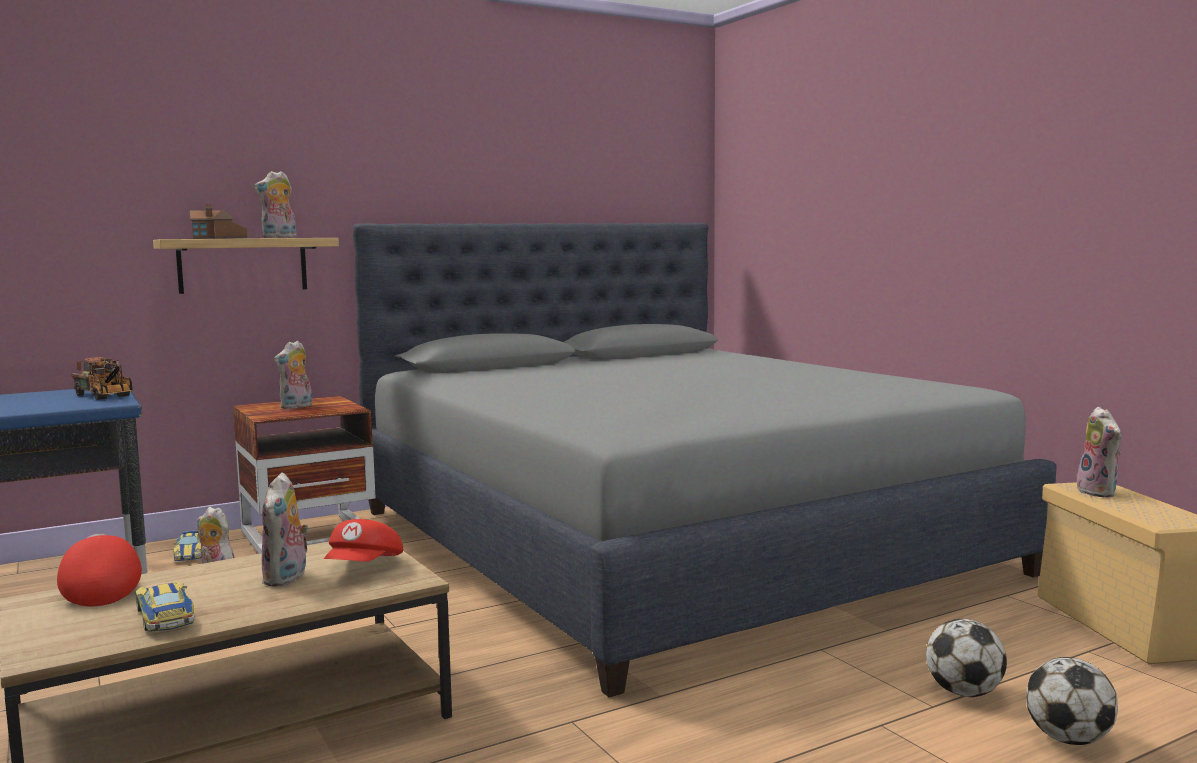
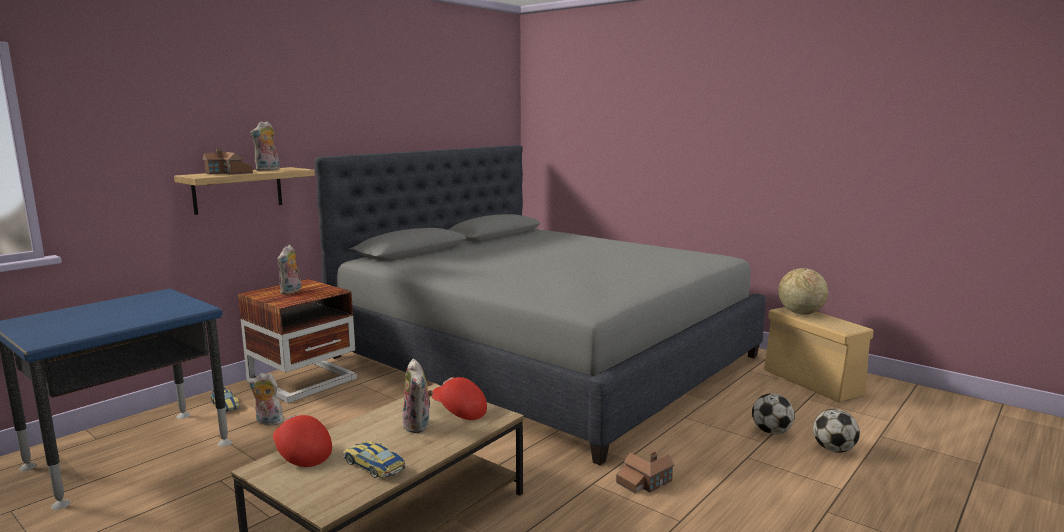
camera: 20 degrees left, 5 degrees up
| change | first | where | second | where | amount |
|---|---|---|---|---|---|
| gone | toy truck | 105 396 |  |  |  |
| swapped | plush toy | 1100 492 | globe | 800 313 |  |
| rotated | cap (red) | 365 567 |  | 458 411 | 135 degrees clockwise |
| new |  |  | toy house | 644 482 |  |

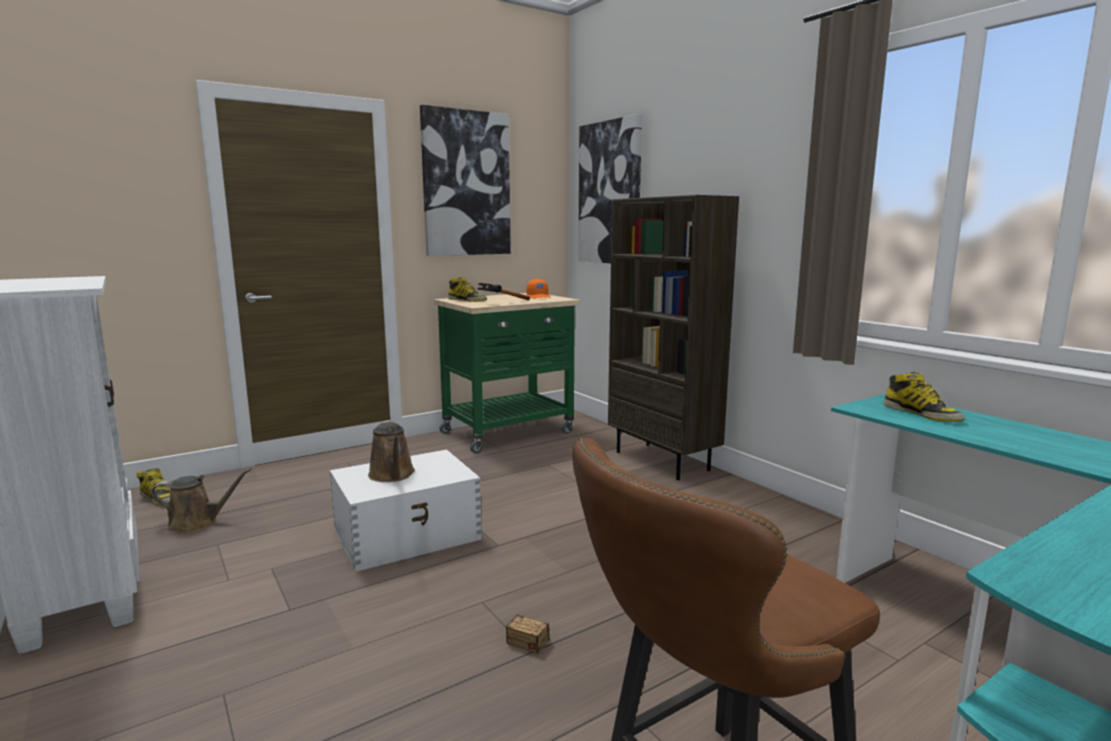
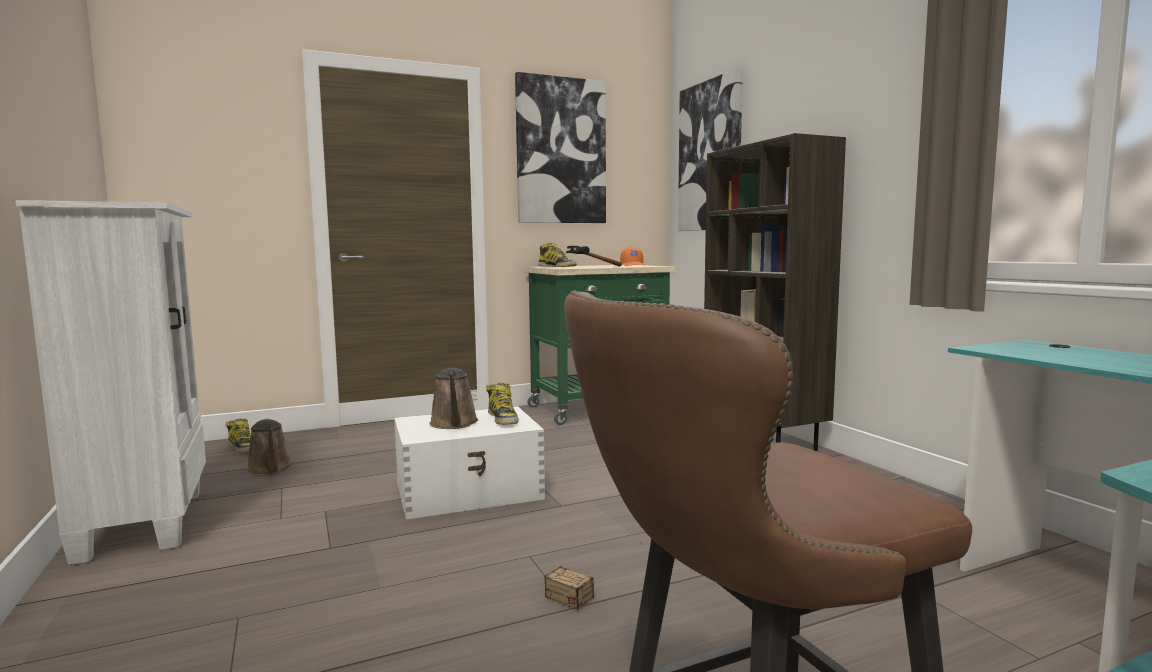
camera: 10 degrees right, 5 degrees down
| change | first | where | second | where | amount |
|---|---|---|---|---|---|
| shifted | boot | 922 414 |  | 503 418 |  |
| rotated | watering can (brown) | 197 523 |  | 270 469 | 60 degrees clockwise |

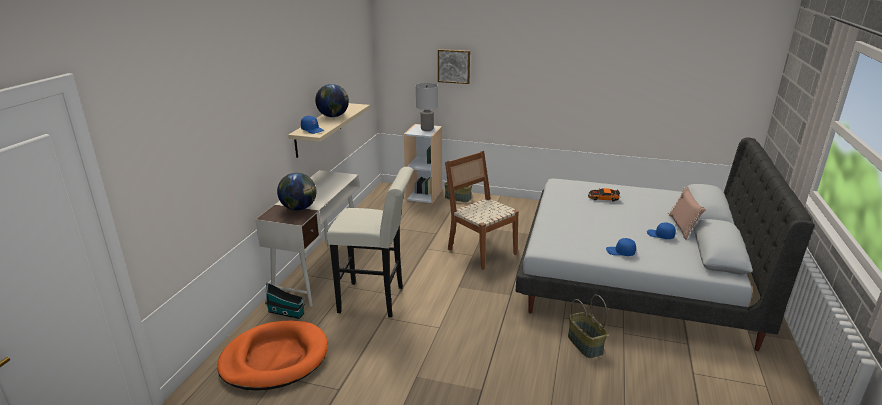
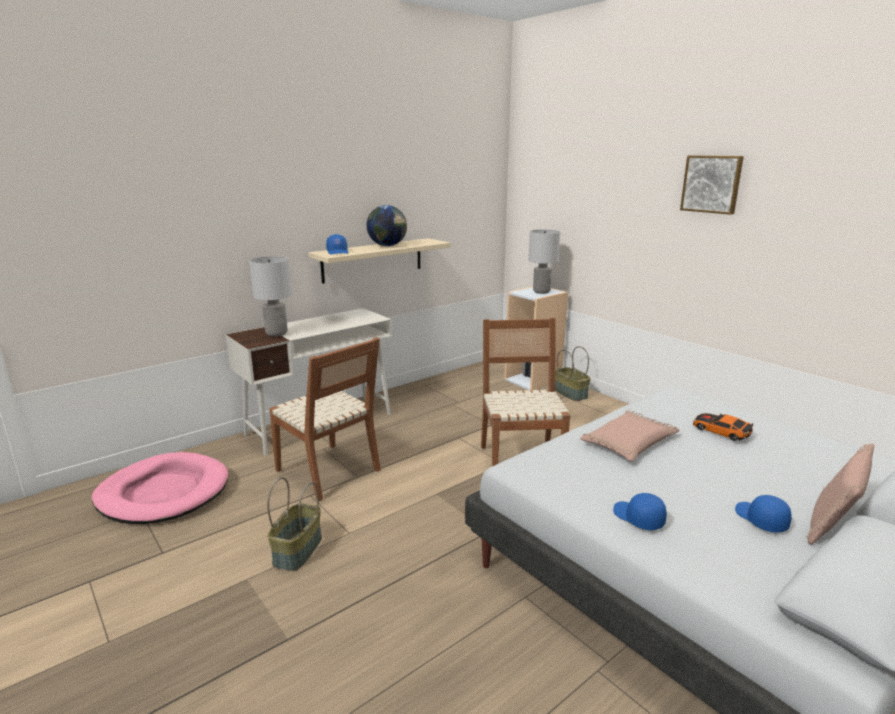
camera: 35 degrees right, 5 degrees down
| change | first | where | second | where | amount |
|---|---|---|---|---|---|
| shifted | picture | 454 66 |  | 712 184 |  |
| swapped | stool (white) | 376 300 | chair | 330 473 |  |
| swapped | globe | 299 208 | table lamp (grey) | 277 334 |  |
| gone | toy house | 287 313 |  |  |  |
| shifted | basket | 585 344 |  | 298 551 |  |
| repainted | dog bed (orange) | 275 359 | dog bed (pink) | 163 493 |  |
| new |  |  | pillow (beige) | 629 441 |  |

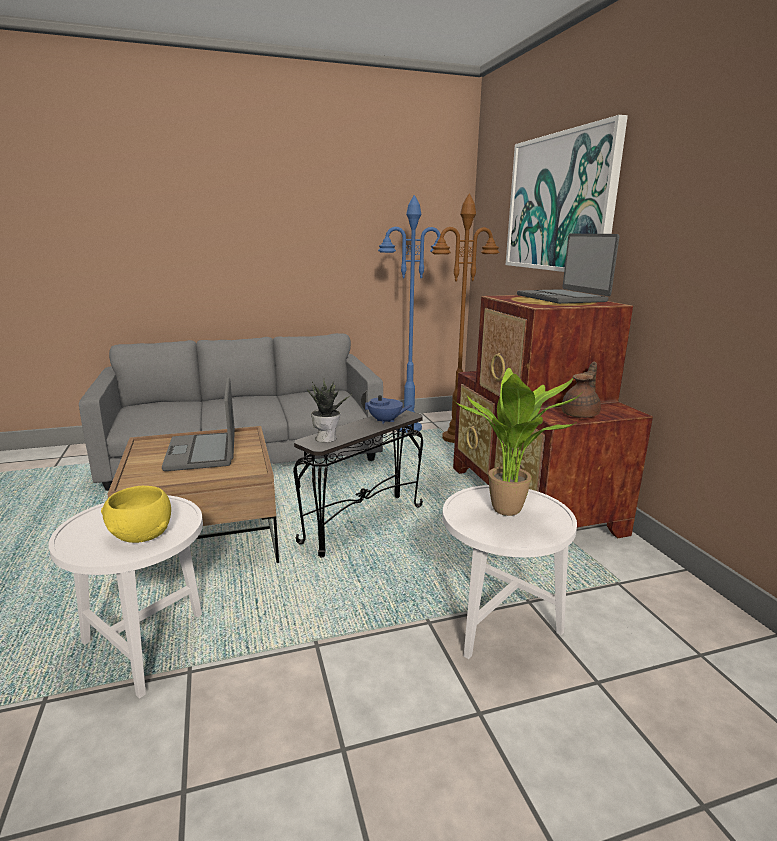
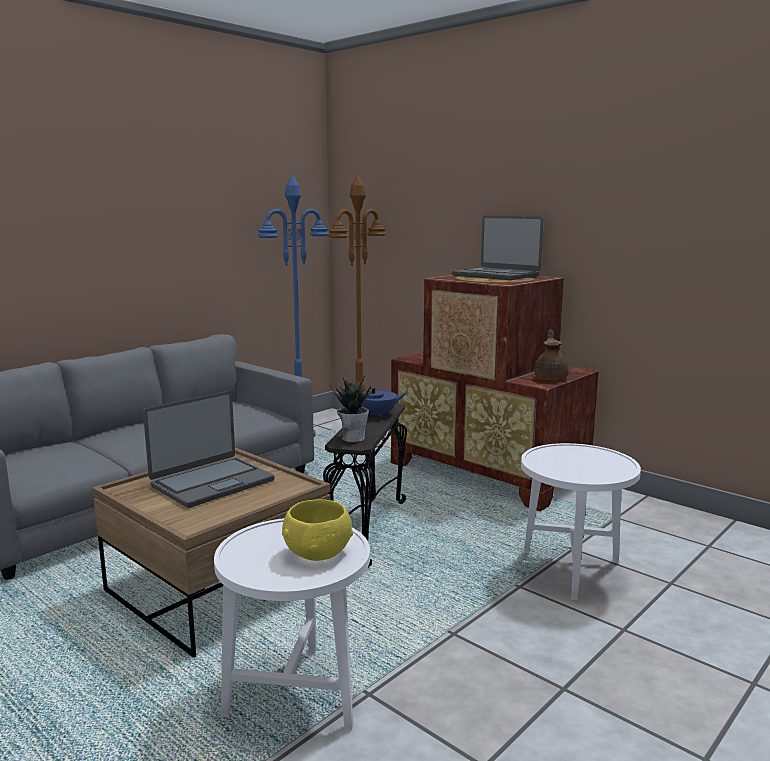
camera: 30 degrees left, 5 degrees down
| change | first | where | second | where | amount |
|---|---|---|---|---|---|
| gone | picture | 559 203 |  |  |  |
| gone | potted plant | 511 512 |  |  |  |
| rotated | laptop | 202 452 |  | 212 483 | 90 degrees counterclockwise |

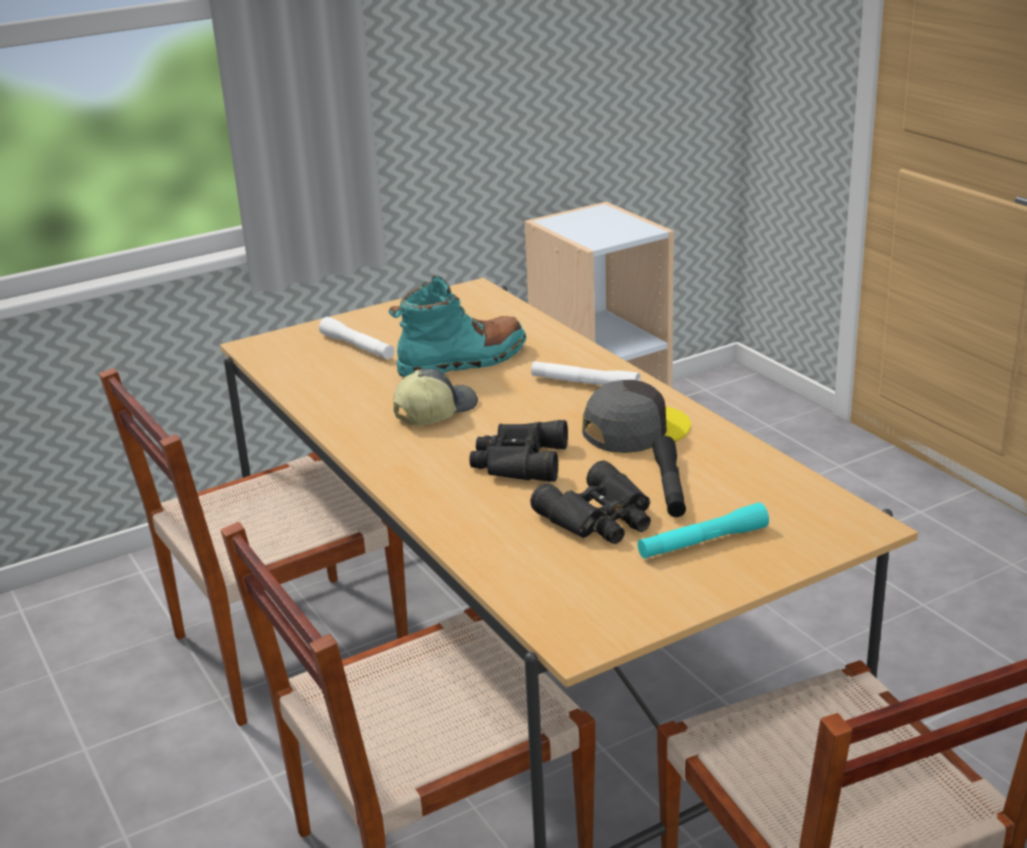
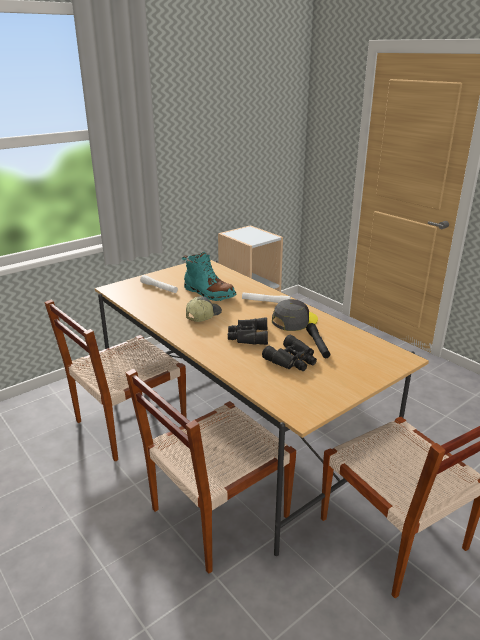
camera: 10 degrees left, 0 degrees up
| change | first | where | second | where | amount |
|---|---|---|---|---|---|
| rotated | boot (turquoise) | 463 362 |  | 209 293 | 75 degrees clockwise |
| gone | flashlight (turquoise) | 702 542 |  |  |  |

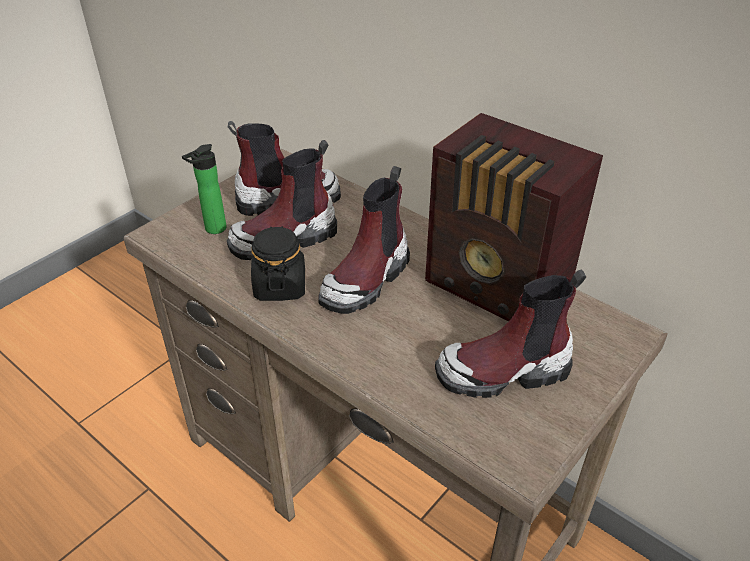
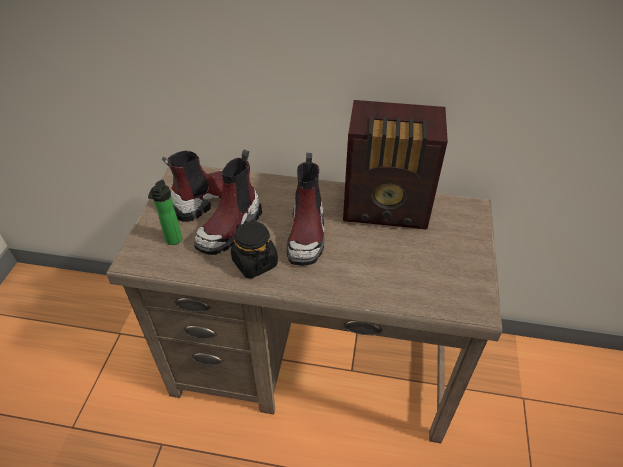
camera: 30 degrees left, 5 degrees up
| change | first | where | second | where | amount |
|---|---|---|---|---|---|
| gone | boot | 504 372 |  |  |  |

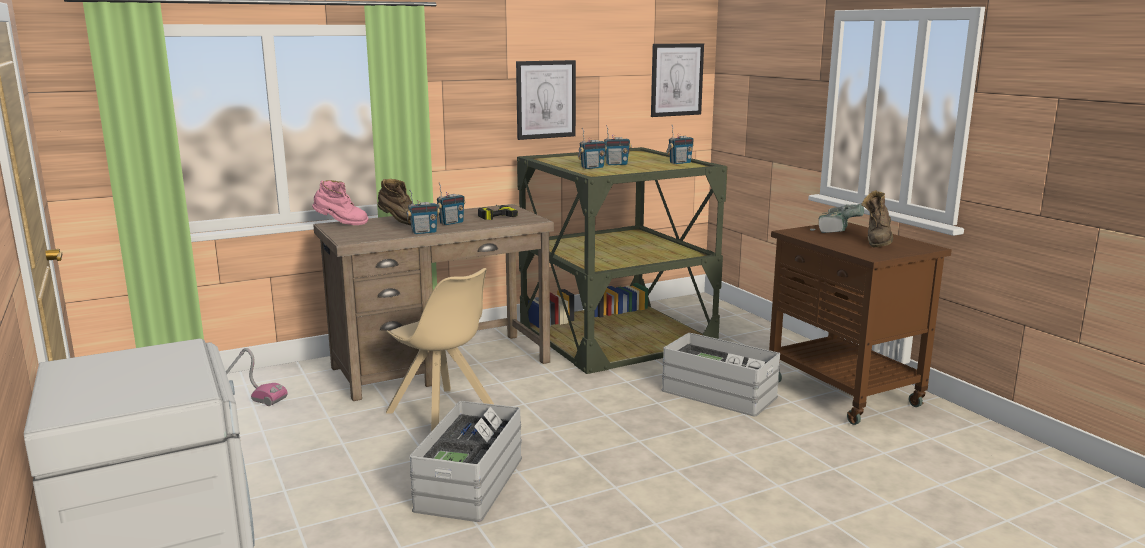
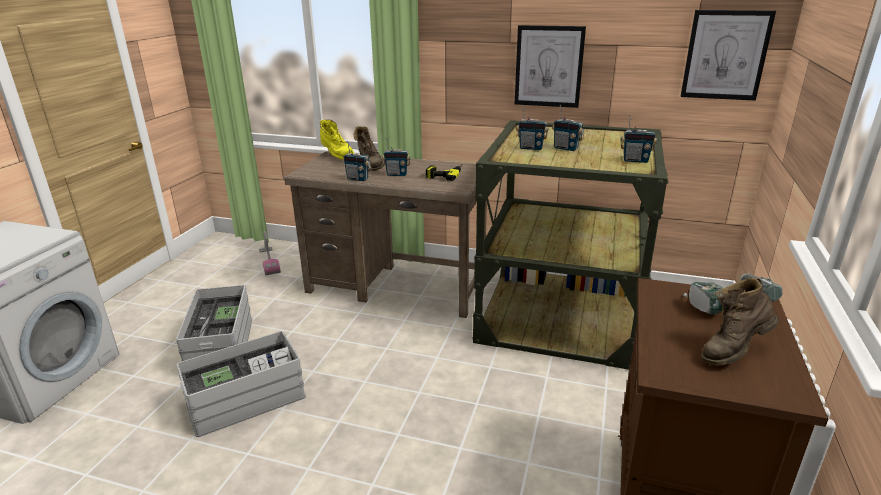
camera: 45 degrees right, 10 degrees up
| change | first | where | second | where | amount |
|---|---|---|---|---|---|
| repainted | boot (pink) | 341 224 | boot (yellow) | 336 156 |  |
| gone | chair (beige) | 442 413 |  |  |  |
| shifted | storage box (grey) | 719 393 |  | 222 345 |  |

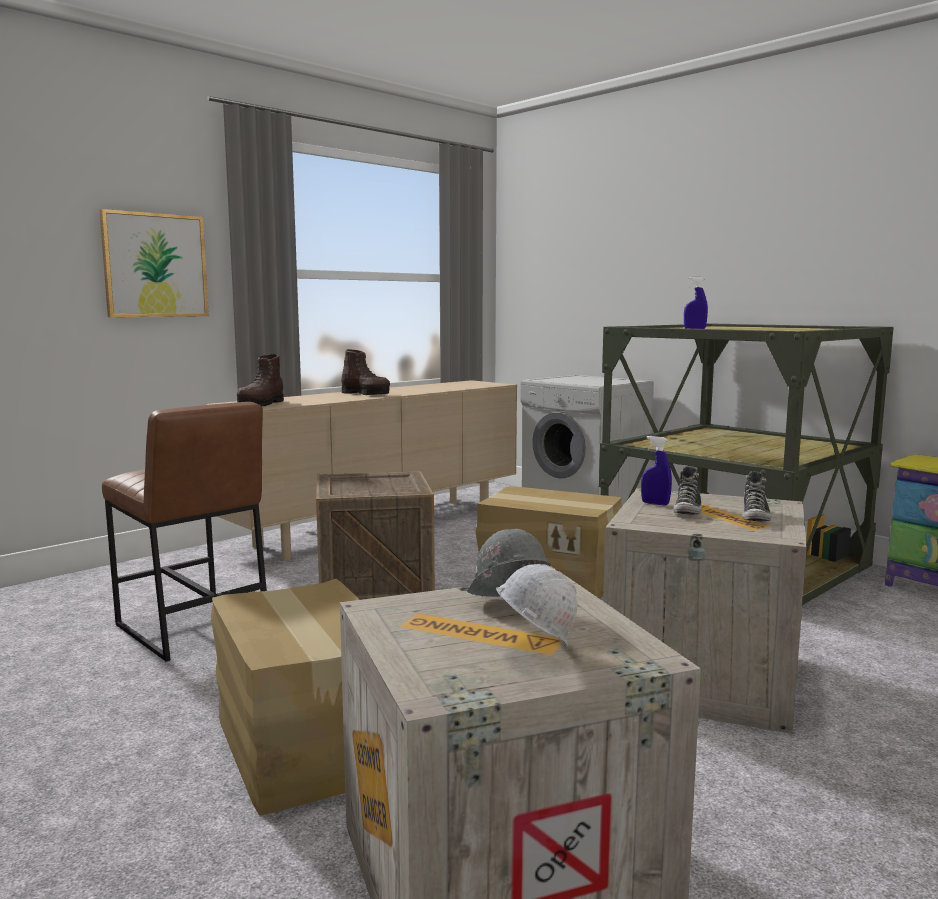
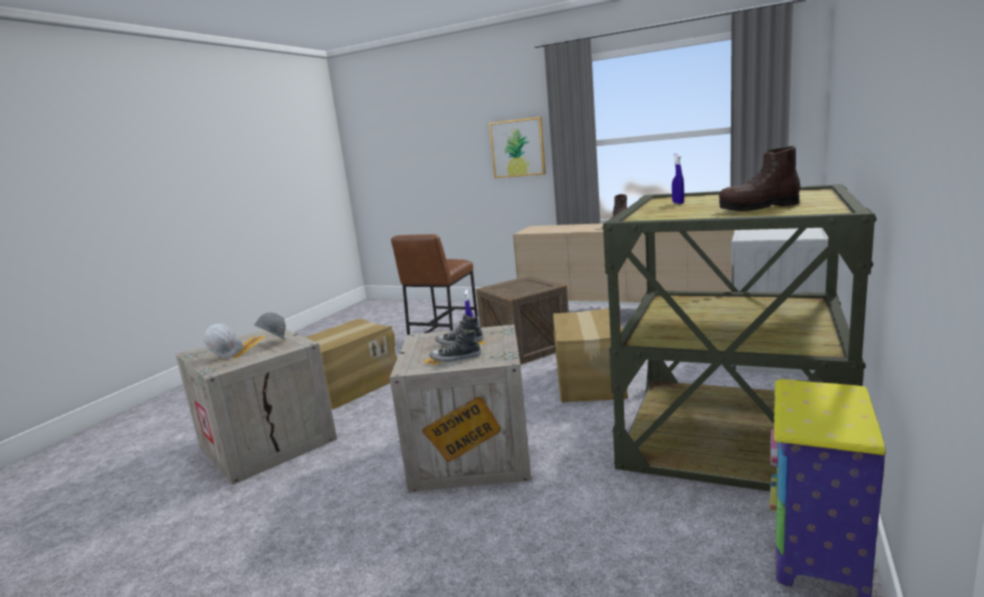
camera: 70 degrees right, 5 degrees up
| change | first | where | second | where | amount |
|---|---|---|---|---|---|
| shifted | boot (brown) | 261 404 |  | 758 208 |  |

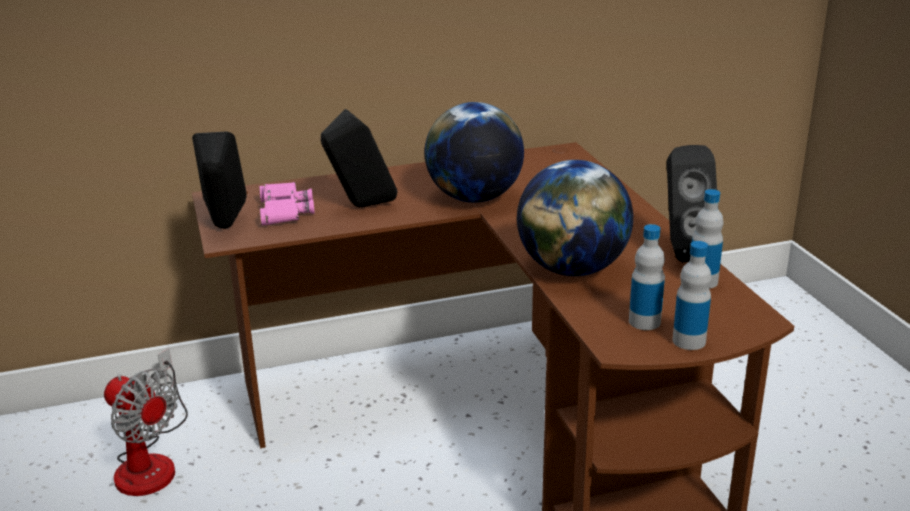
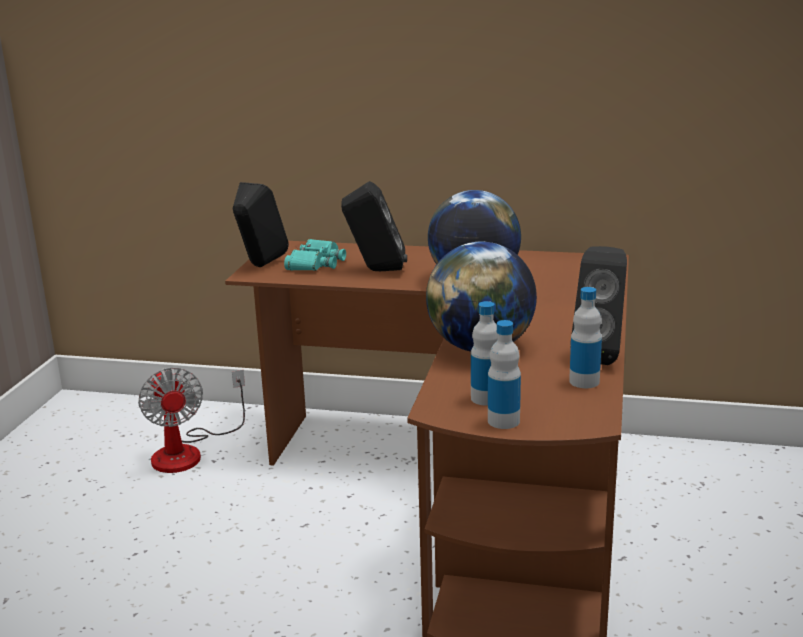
camera: 30 degrees right, 5 degrees down
| change | first | where | second | where | amount |
|---|---|---|---|---|---|
| repainted | binoculars (pink) | 284 211 | binoculars (turquoise) | 316 263 |  |

